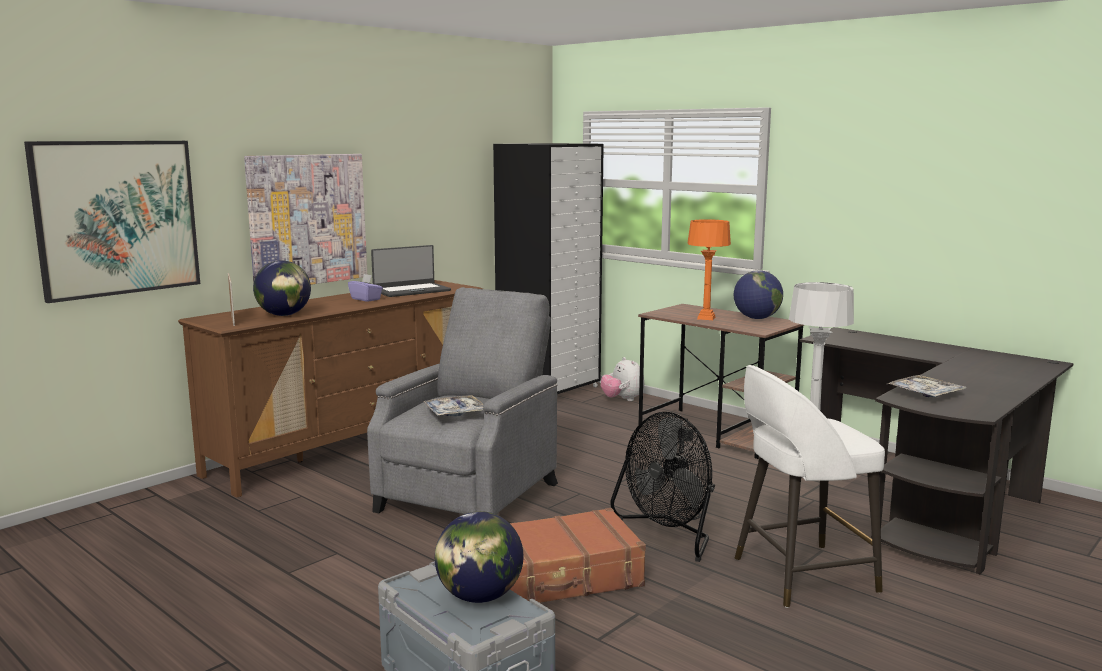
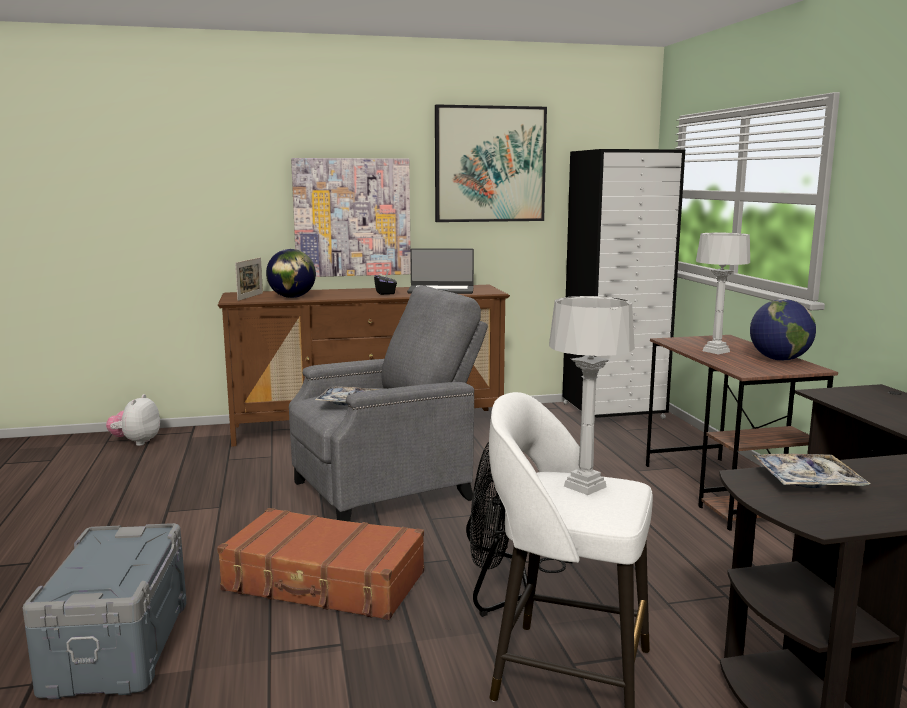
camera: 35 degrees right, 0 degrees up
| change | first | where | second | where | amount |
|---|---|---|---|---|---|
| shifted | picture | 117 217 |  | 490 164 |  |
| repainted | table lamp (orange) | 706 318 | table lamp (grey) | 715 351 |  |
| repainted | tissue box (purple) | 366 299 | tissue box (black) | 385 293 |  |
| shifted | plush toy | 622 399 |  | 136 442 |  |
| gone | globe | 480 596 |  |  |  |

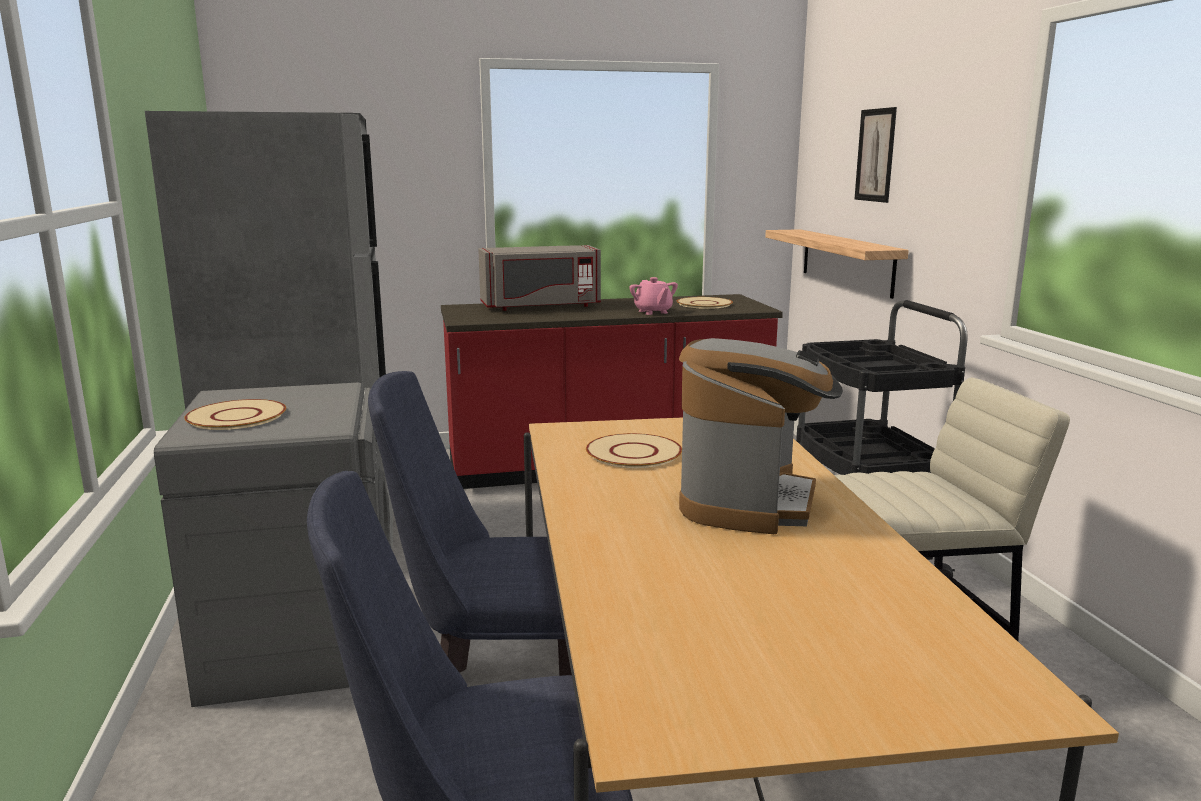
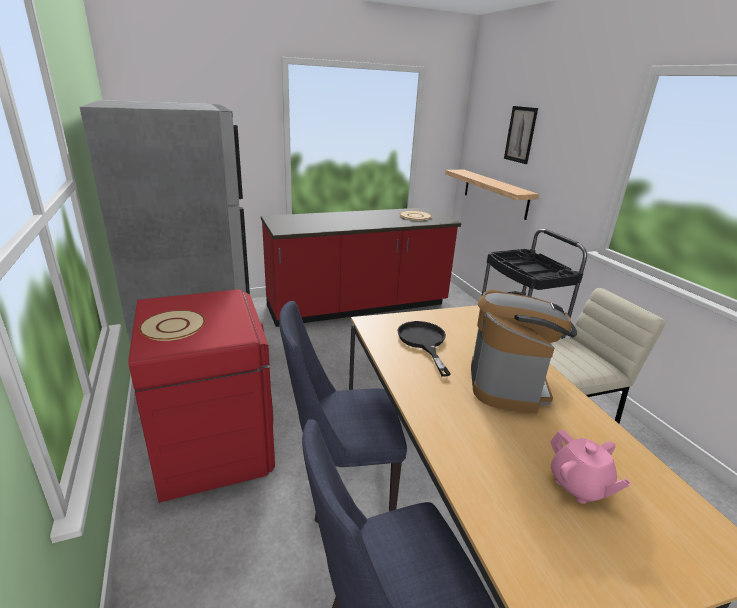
camera: 10 degrees left, 10 degrees up
| change | first | where | second | where | amount |
|---|---|---|---|---|---|
| gone | microwave (grey) | 541 306 |  |  |  |
| shifted | teapot (pink) | 653 312 |  | 579 485 |  |
| repainted | washing machine (grey) | 305 638 | washing machine (red) | 216 443 |  |
| swapped | plate (beige) | 633 453 | frying pan (black) | 423 342 |  |

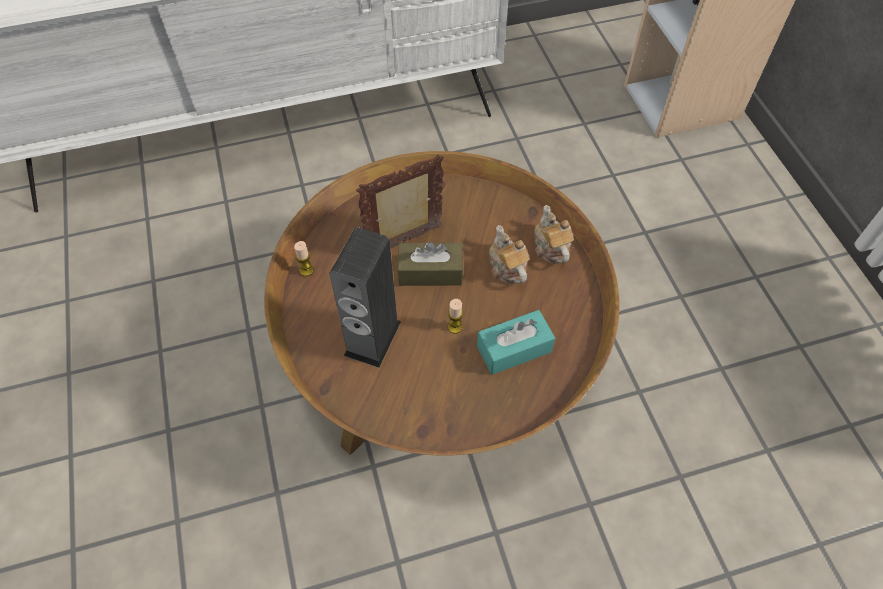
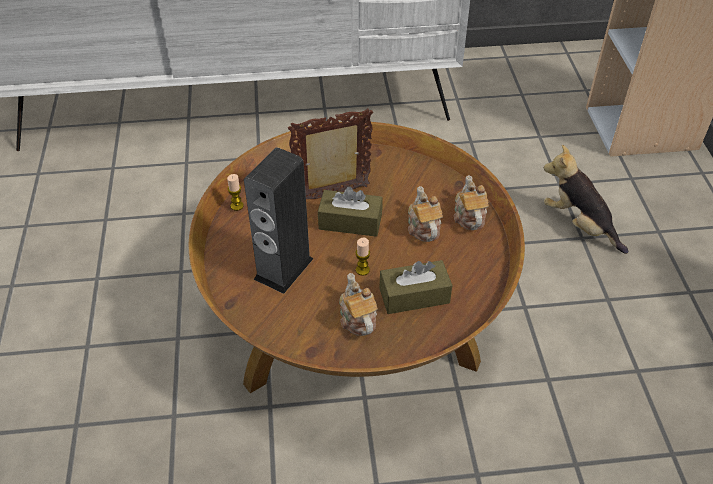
camera: 10 degrees right, 10 degrees down
| change | first | where | second | where | amount |
|---|---|---|---|---|---|
| repainted | tissue box (turquoise) | 514 349 | tissue box (brown) | 414 296 |  |
| new |  |  | plush toy | 579 225 |  |
| new |  |  | teapot | 357 318 |  |

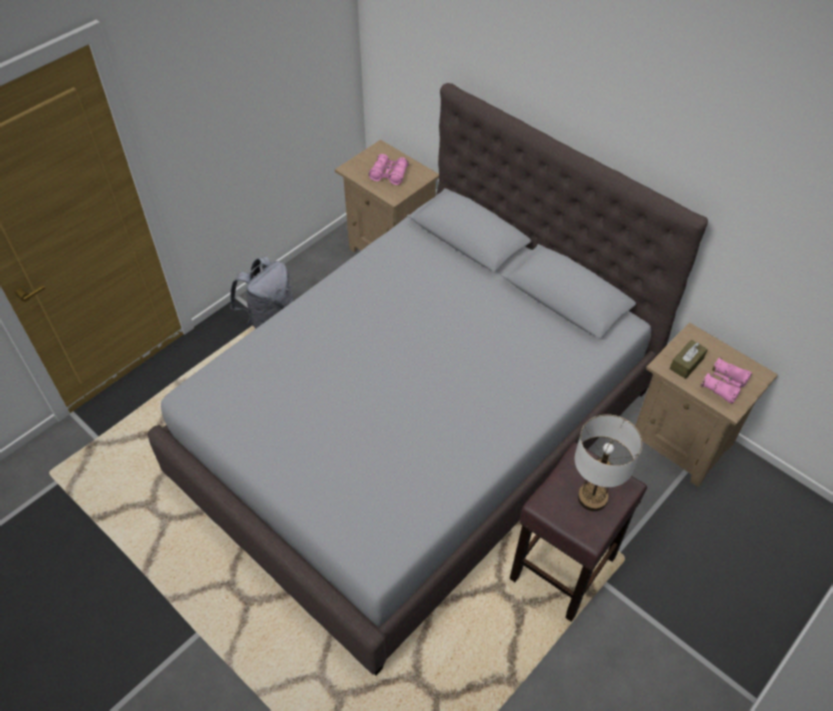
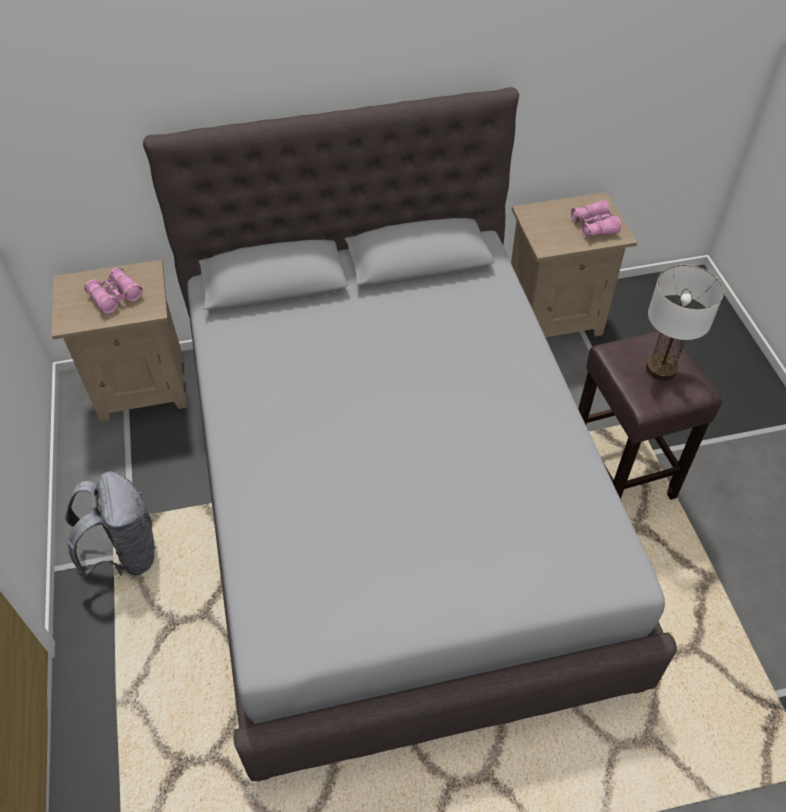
camera: 55 degrees left, 0 degrees up
| change | first | where | second | where | amount |
|---|---|---|---|---|---|
| gone | tissue box (brown) | 686 363 |  |  |  |

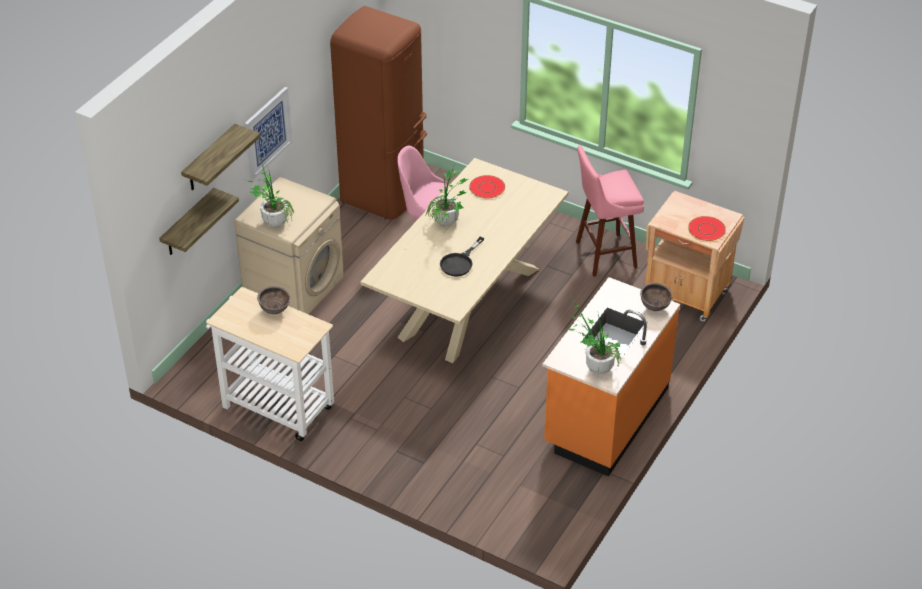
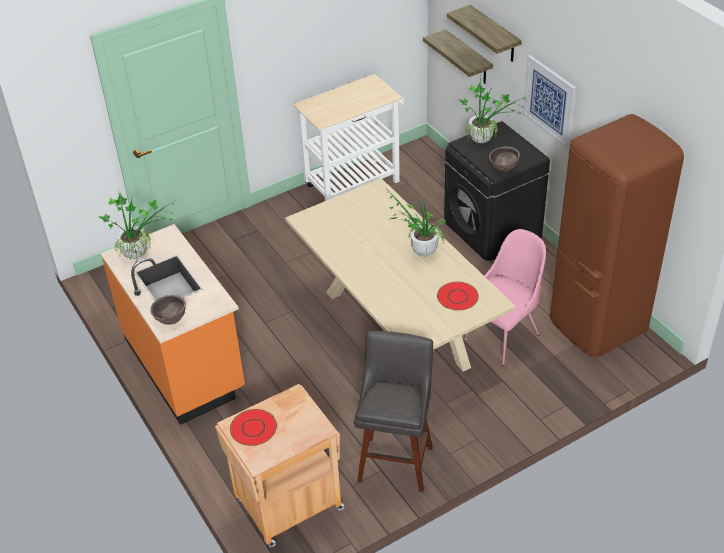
camera: 120 degrees right, 0 degrees up
| change | first | where | second | where | amount |
|---|---|---|---|---|---|
| repainted | stool (pink) | 603 255 | stool (grey) | 396 461 |  |
| repainted | washing machine (beige) | 296 286 | washing machine (black) | 491 230 |  |
| gone | frying pan (black) | 460 262 |  |  |  |
| shifted | bowl (brown) | 275 311 |  | 503 169 |  |

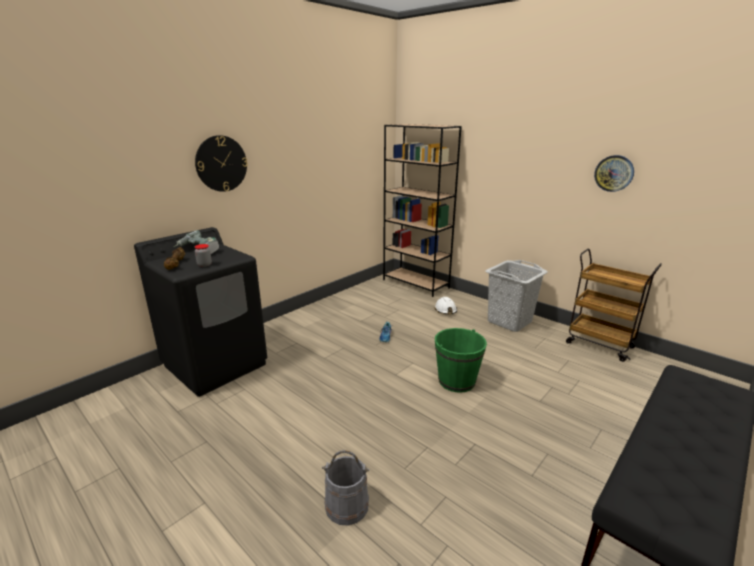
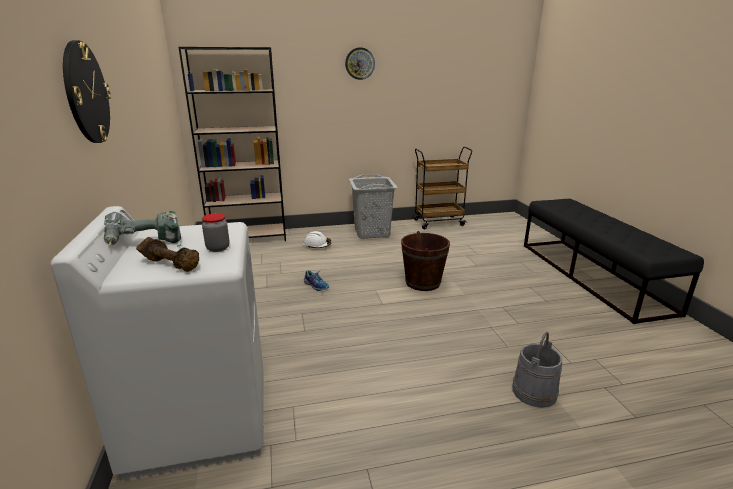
camera: 55 degrees left, 0 degrees up
| change | first | where | second | where | amount |
|---|---|---|---|---|---|
| shifted | wall clock | 614 173 |  | 359 63 |  |
| repainted | washing machine (black) | 216 364 | washing machine (white) | 200 418 |  |
| repainted | bucket (green) | 456 381 | bucket (brown) | 423 282 |  |

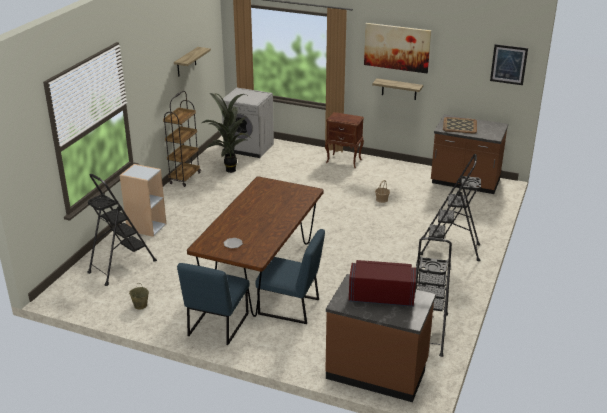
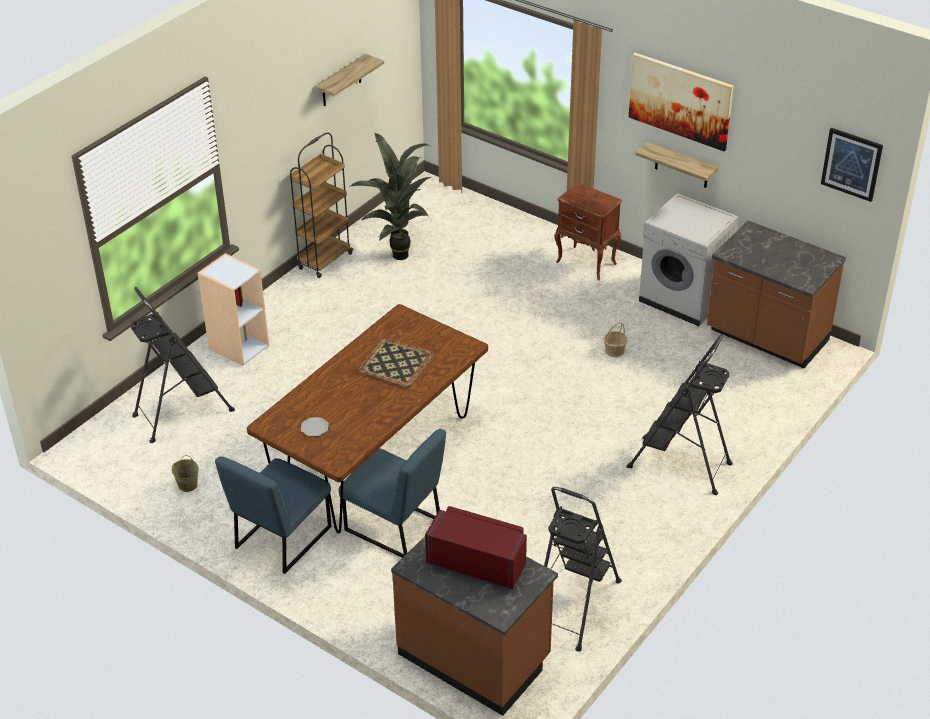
camera: 15 degrees right, 10 degrees up
| change | first | where | second | where | amount |
|---|---|---|---|---|---|
| shifted | washing machine (white) | 248 148 |  | 683 300 |  |
| shifted | tray | 459 125 |  | 396 363 |  |

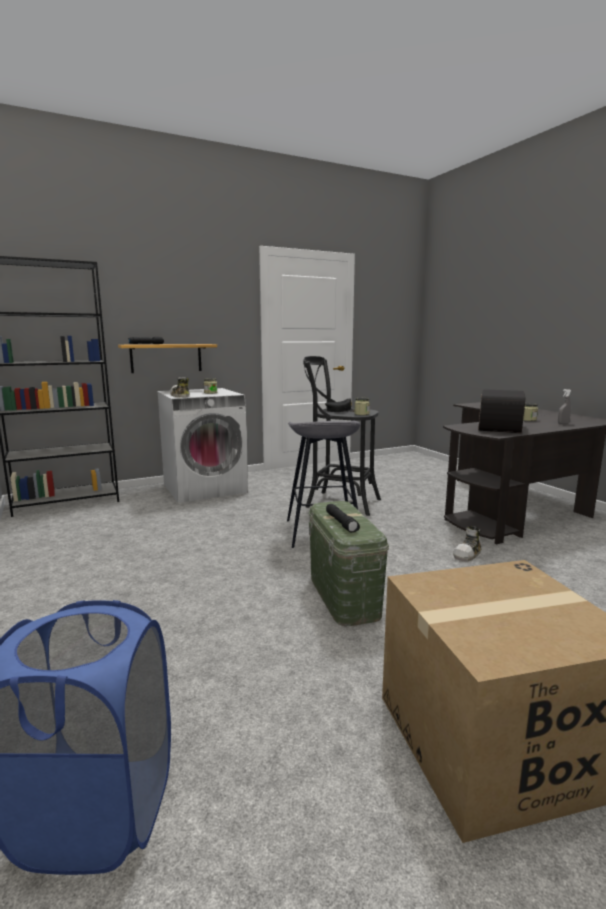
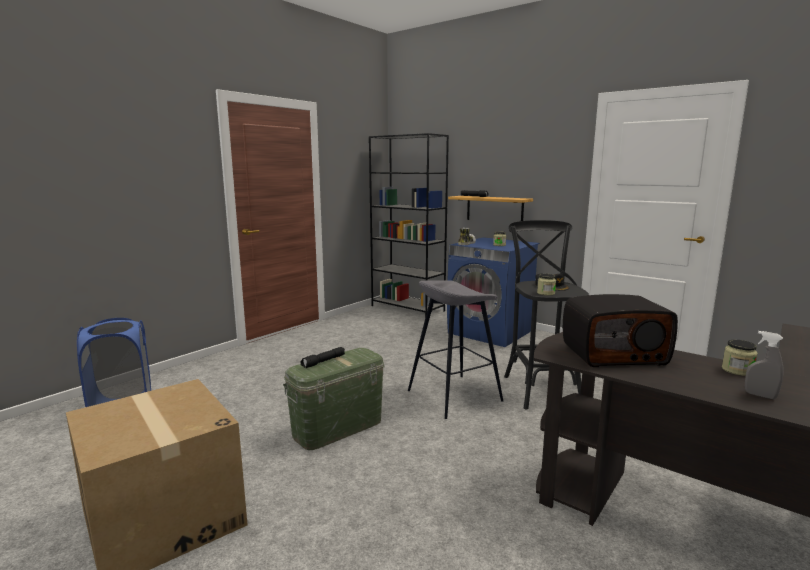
camera: 65 degrees right, 0 degrees up
| change | first | where | second | where | amount |
|---|---|---|---|---|---|
| repainted | washing machine (white) | 205 488 | washing machine (blue) | 491 331 |  |
| gone | shoe | 468 554 |  |  |  |

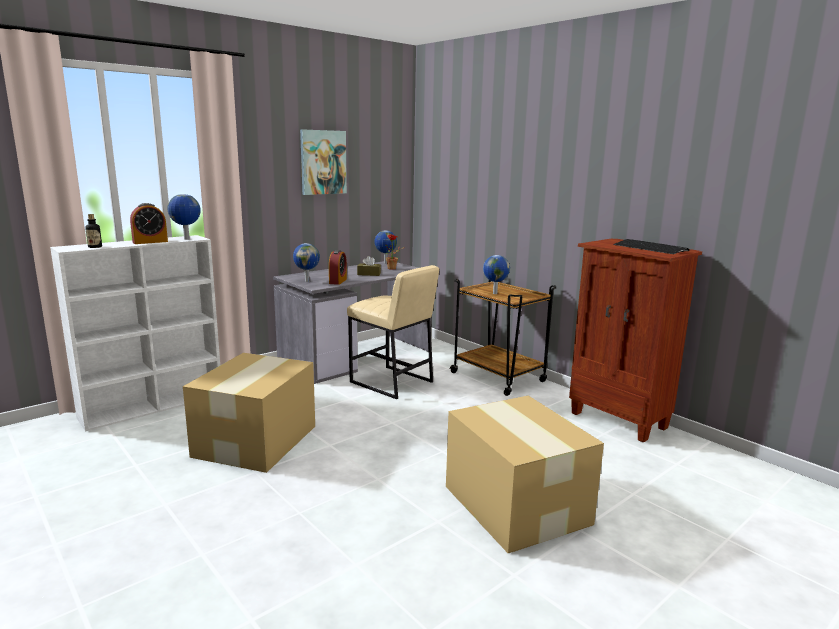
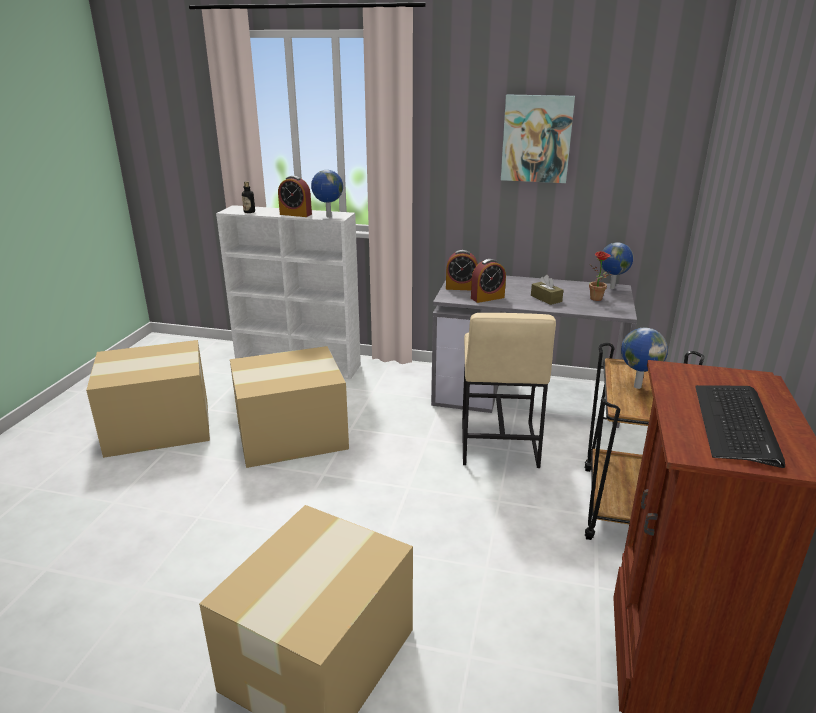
camera: 55 degrees right, 10 degrees up
| change | first | where | second | where | amount |
|---|---|---|---|---|---|
| swapped | globe | 307 281 | alarm clock | 461 287 |  |
| new |  |  | cardboard box | 157 426 |  |

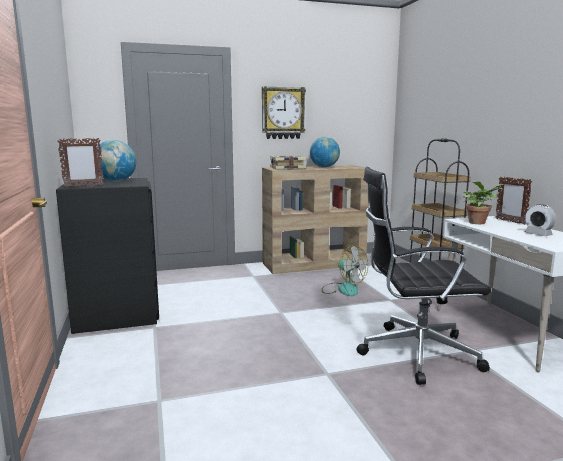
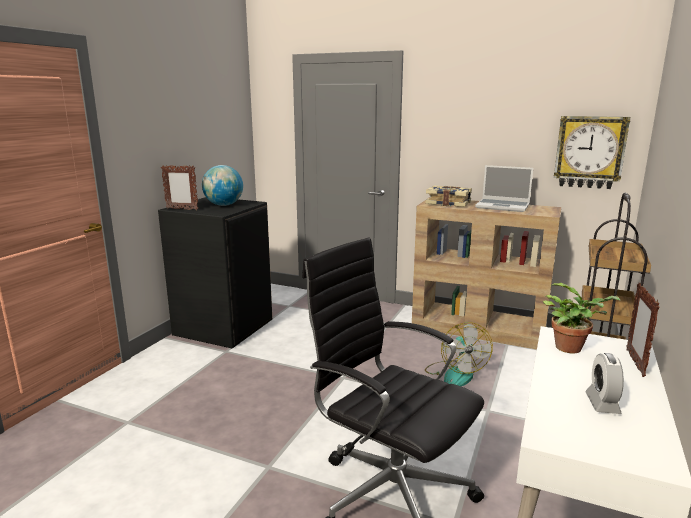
camera: 40 degrees right, 5 degrees up
| change | first | where | second | where | amount |
|---|---|---|---|---|---|
| shifted | wall clock | 283 113 |  | 589 152 |  |
| swapped | globe | 324 167 | laptop | 503 206 |  |

